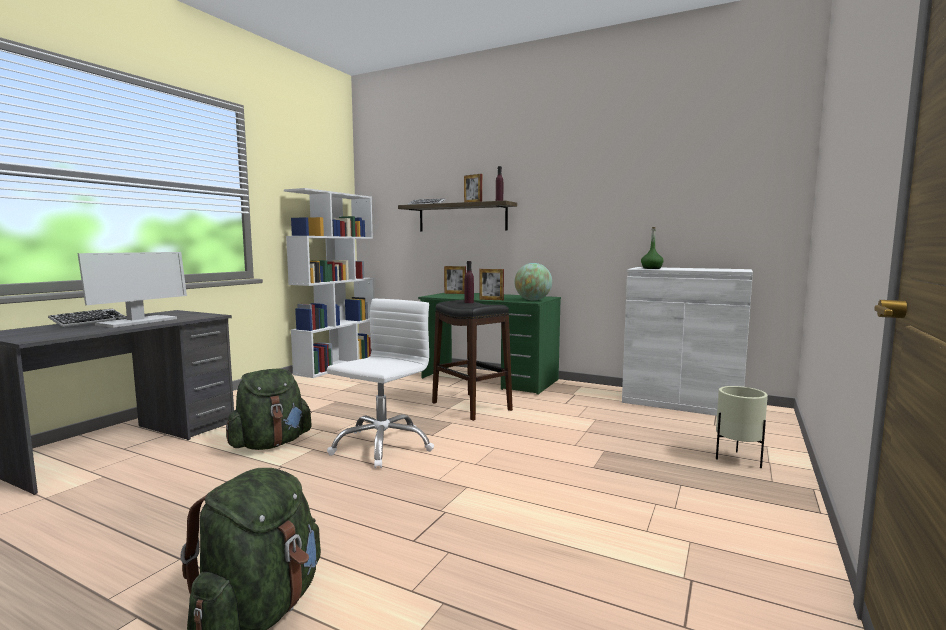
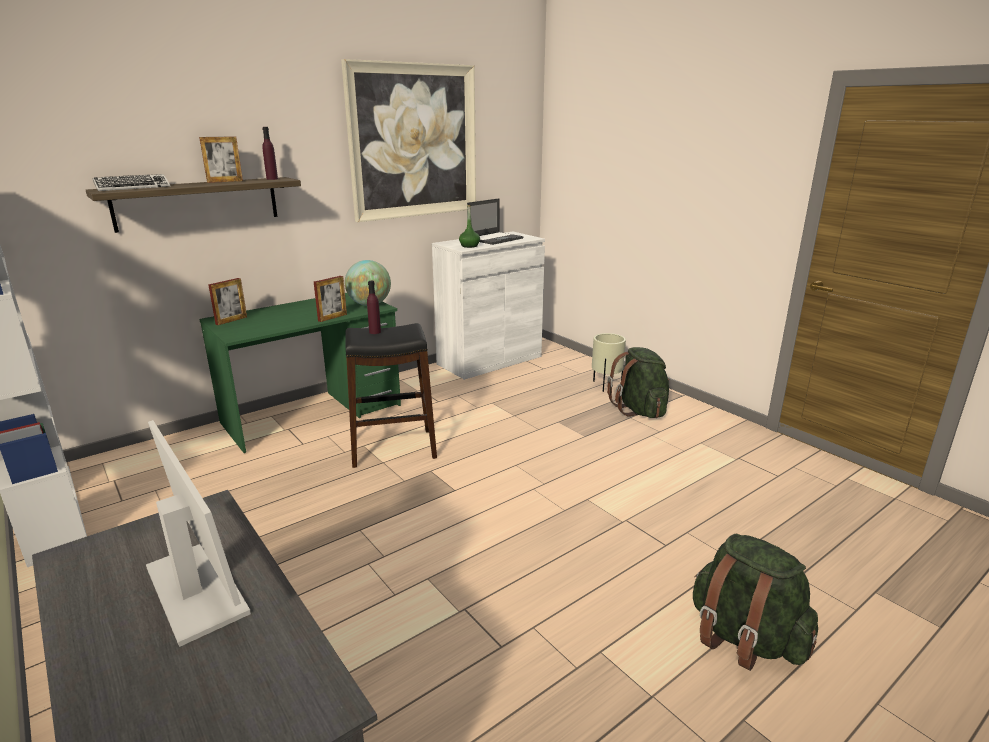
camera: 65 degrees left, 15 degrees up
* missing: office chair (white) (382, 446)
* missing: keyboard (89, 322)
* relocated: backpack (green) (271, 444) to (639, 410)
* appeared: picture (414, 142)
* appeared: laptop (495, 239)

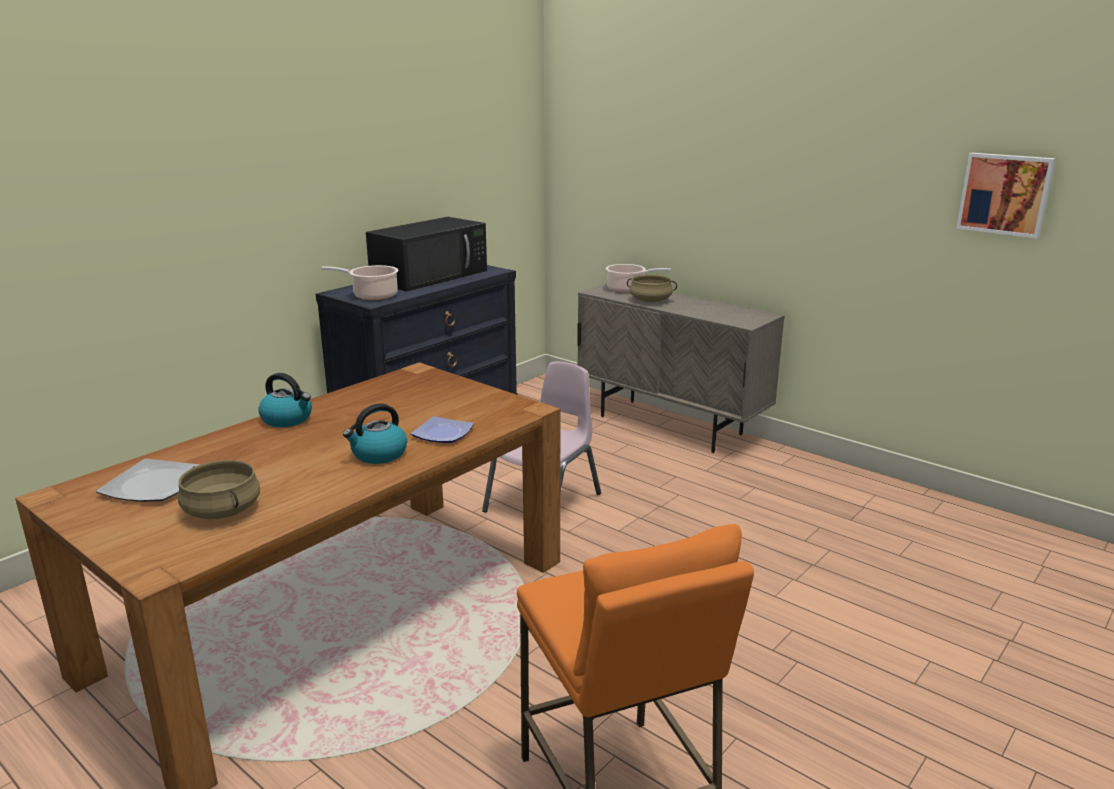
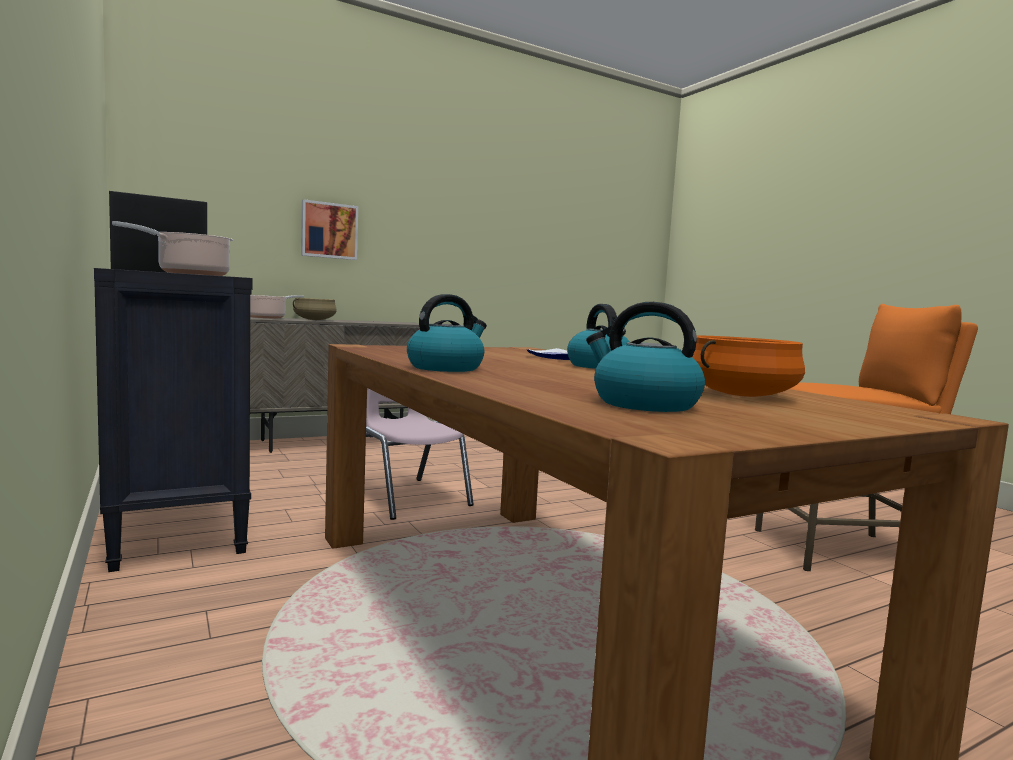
camera: 70 degrees left, 15 degrees down
* relocated: picture (1005, 194) to (329, 230)
* exchanged: plate (153, 485) to kettle (643, 404)
* colour: cooking pot (beige) (221, 511) to cooking pot (orange) (742, 395)

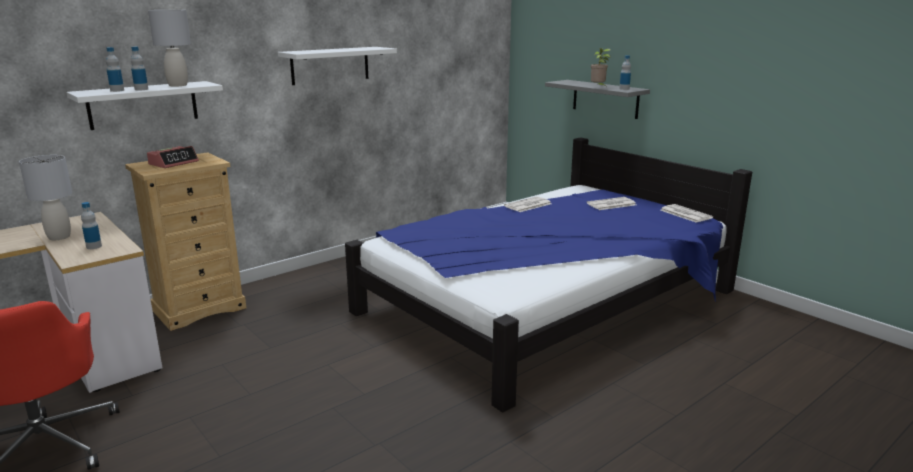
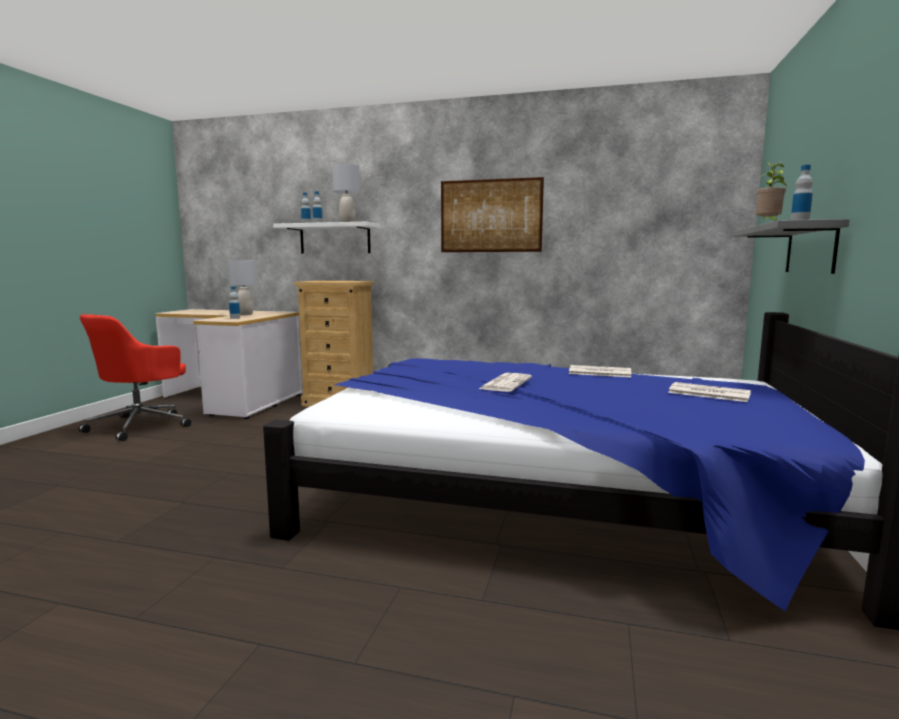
camera: 55 degrees right, 10 degrees down
* exchanged: shelf (white) (330, 65) to picture (490, 216)
* missing: alarm clock (174, 163)
* relocated: newspaper (684, 214) to (505, 383)

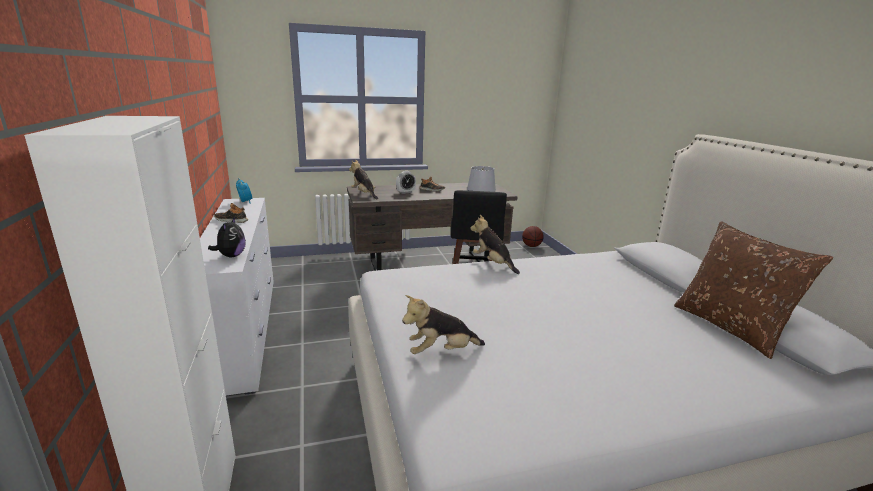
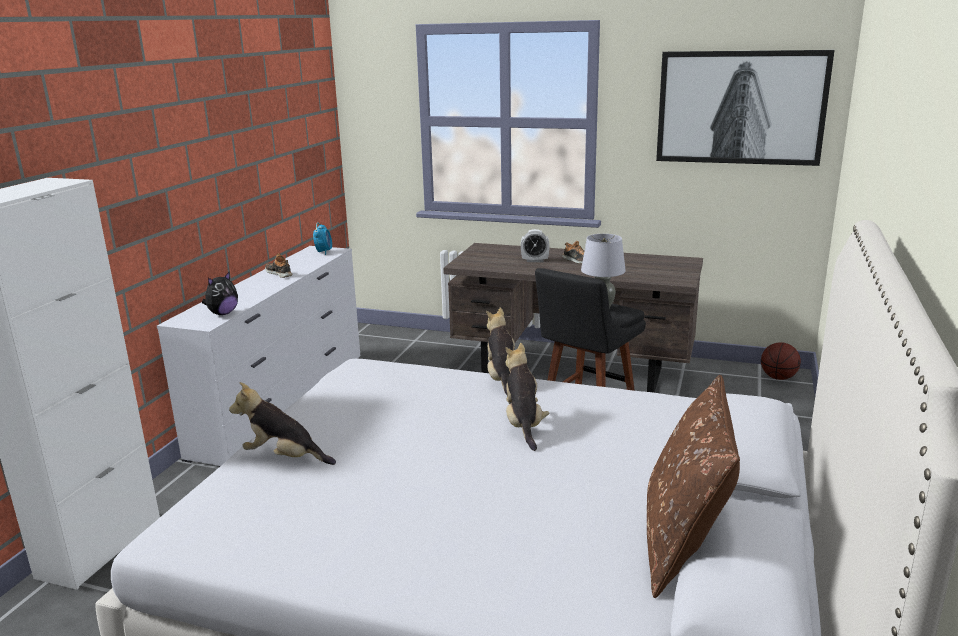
camera: 35 degrees right, 0 degrees up
* relocated: plush toy (364, 194) to (523, 424)
* appeared: picture (740, 108)

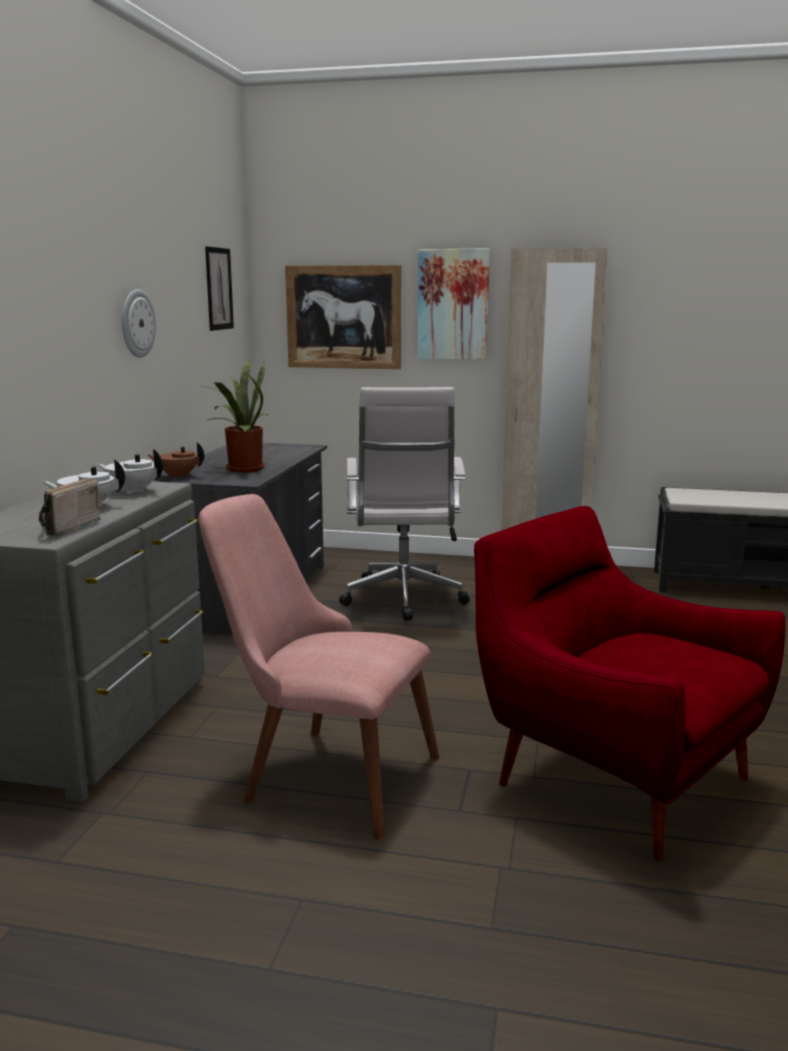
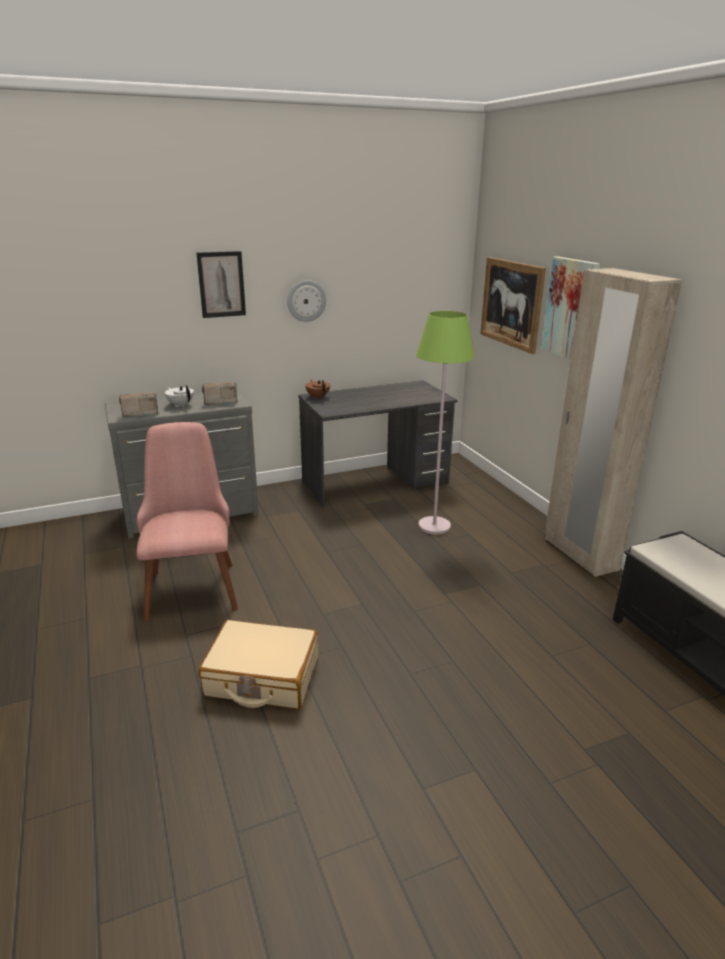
camera: 55 degrees right, 10 degrees up
* relocated: picture (219, 289) to (221, 284)
* missing: potted plant (241, 469)
* exchanged: office chair (white) (403, 600) to floor lamp (green) (434, 526)
* exchanged: teapot (white) (132, 491) to radio (219, 402)
* exchanged: armchair (red) (611, 776) to suitcase (beige) (262, 677)

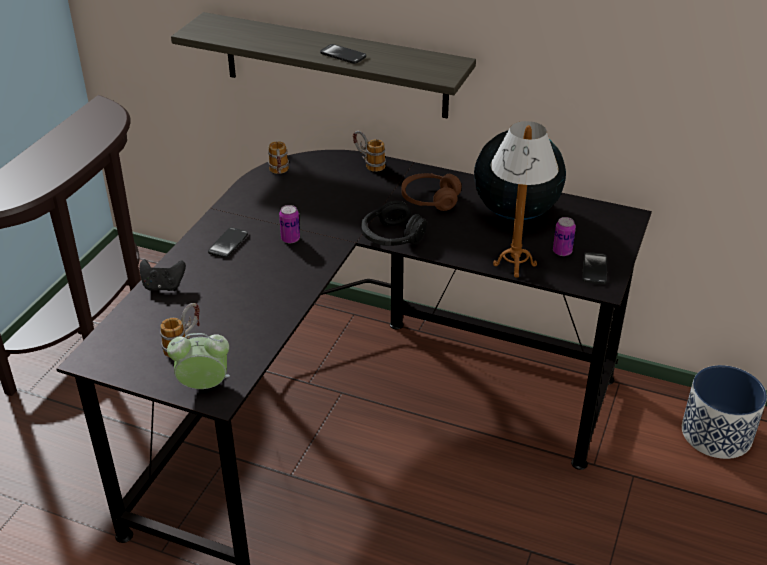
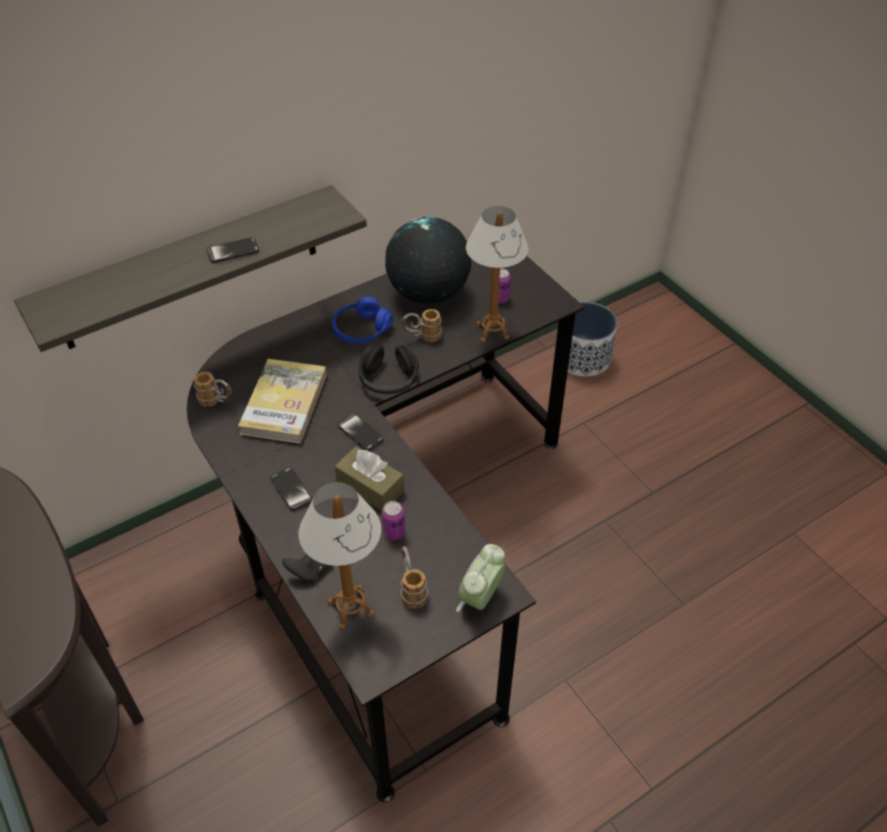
camera: 55 degrees left, 10 degrees up
* relocated: mug (368, 163) to (422, 337)
* colour: headphones (brown) (430, 199) to headphones (blue) (362, 330)
* relocated: can (290, 239) to (394, 532)
* relocated: phone (594, 269) to (360, 433)
* appeared: book (284, 404)
* appeared: tissue box (brown) (370, 487)
* appeared: table lamp (350, 608)

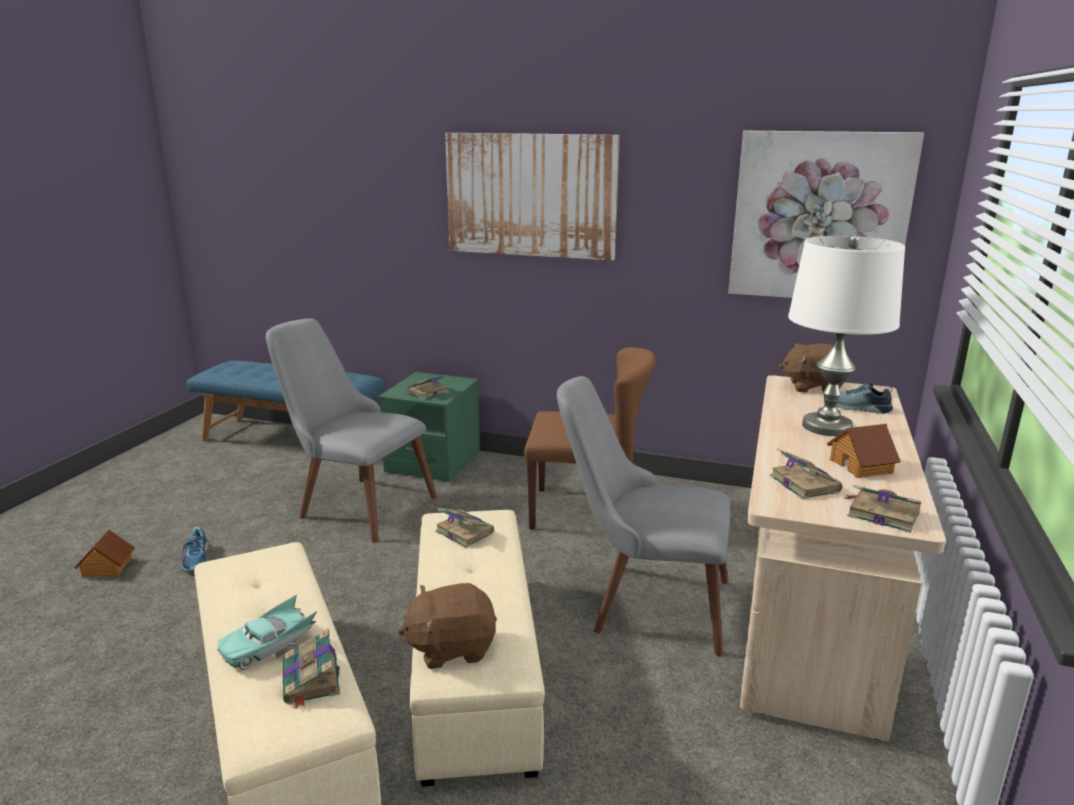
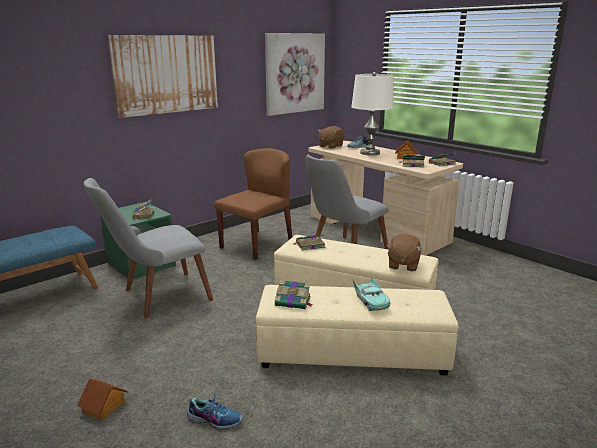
camera: 60 degrees left, 0 degrees up
* relocated: shoe (197, 559) to (215, 419)
* relocated: book (311, 680) to (293, 301)

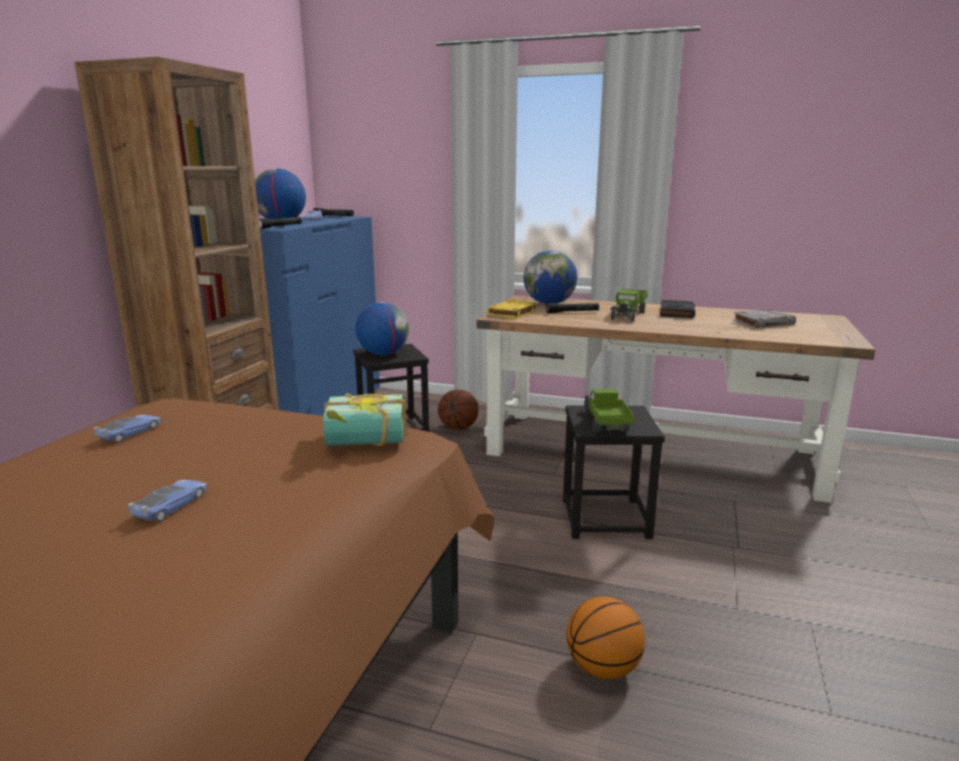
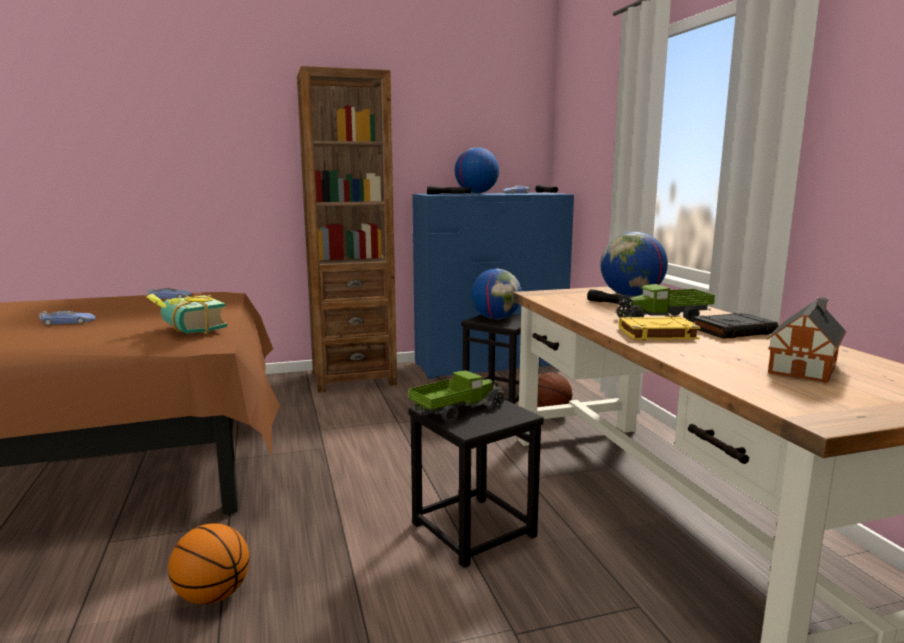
camera: 55 degrees right, 5 degrees down
* relocated: book (yellow) (512, 313) to (656, 334)
* exchanged: book (grey) (763, 323) to toy house (804, 367)

